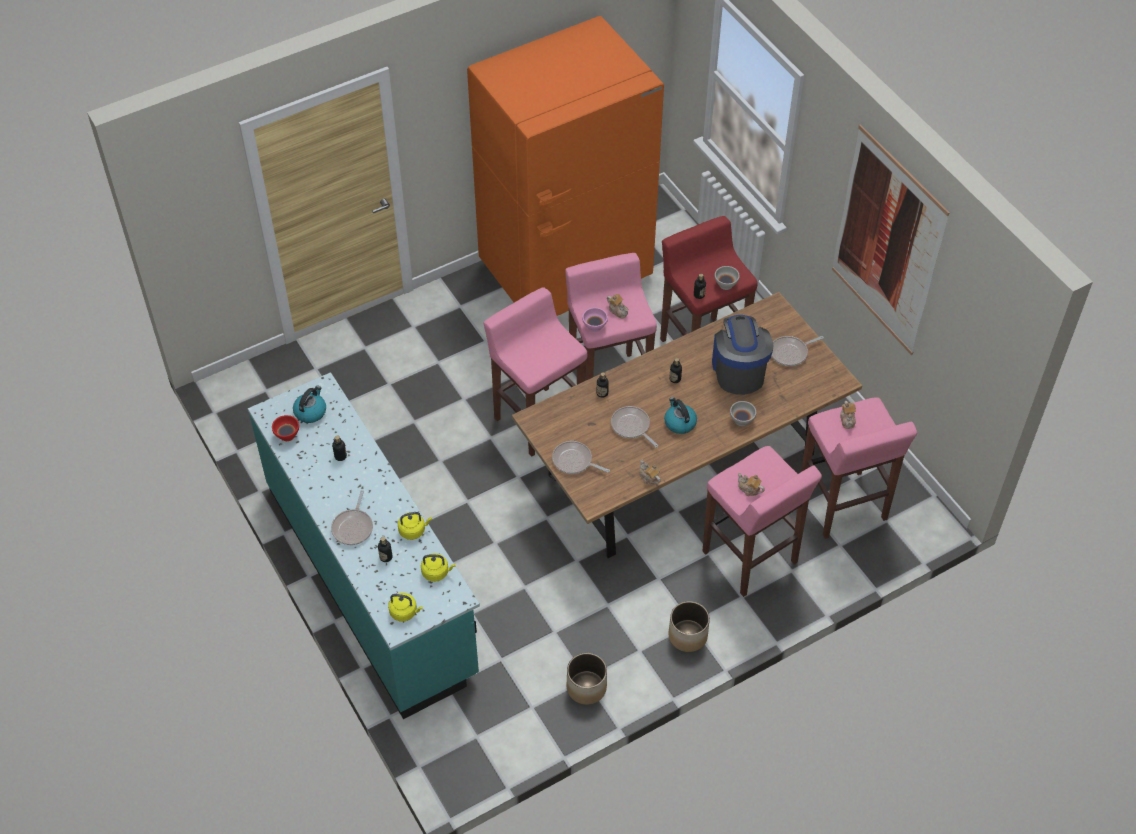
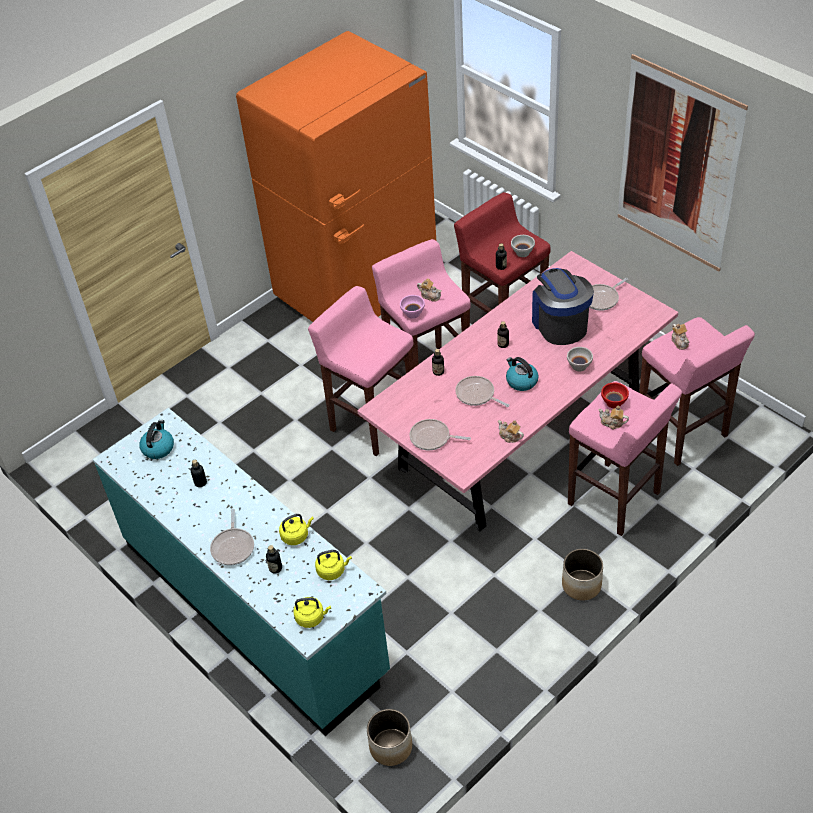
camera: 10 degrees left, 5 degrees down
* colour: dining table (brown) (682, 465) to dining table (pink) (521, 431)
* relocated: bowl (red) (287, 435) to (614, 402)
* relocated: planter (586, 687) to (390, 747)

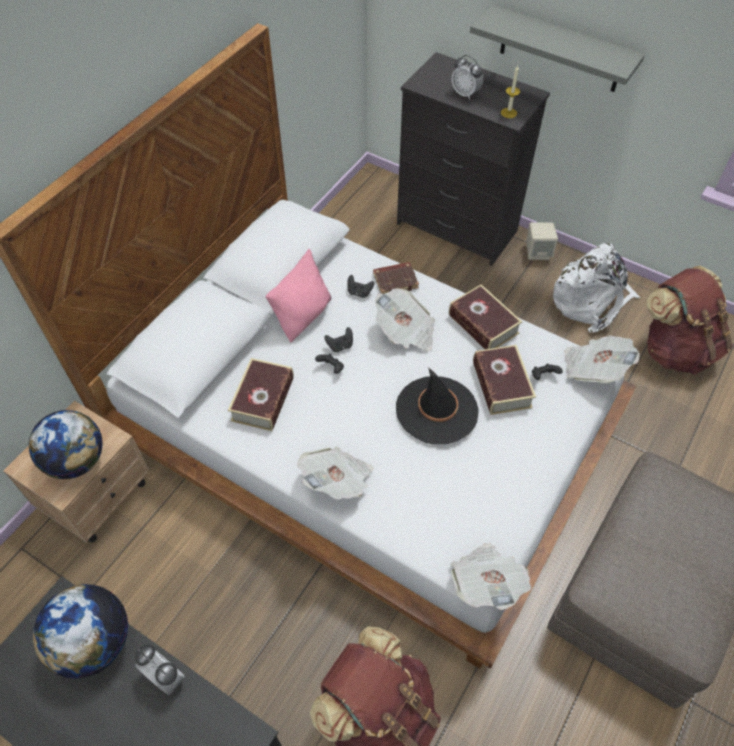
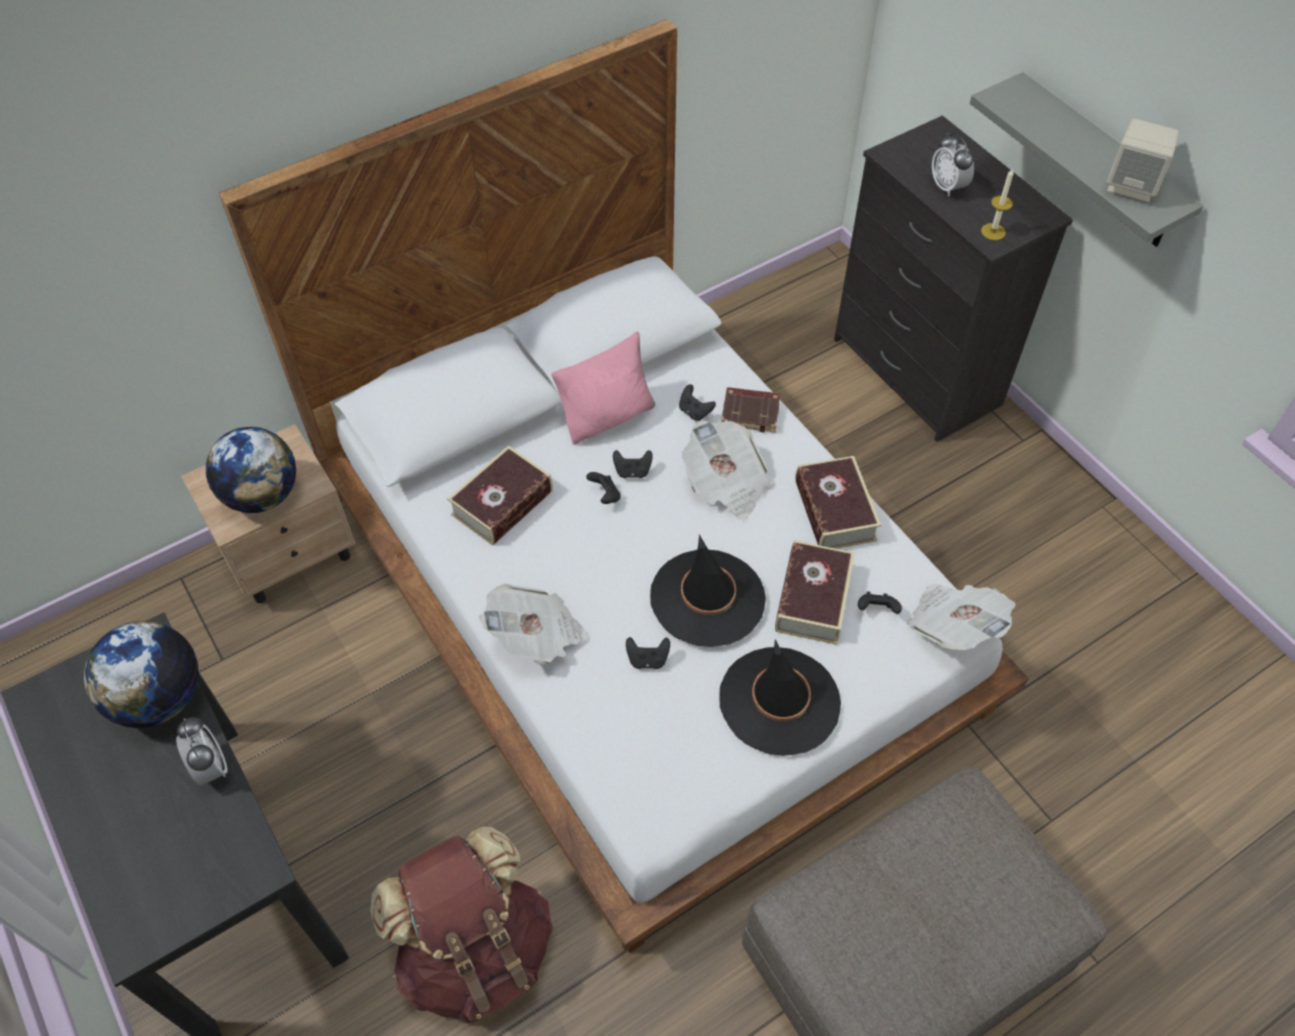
camera: 25 degrees right, 0 degrees up
* relocated: speaker (beige) (538, 252) to (1132, 186)
* missing: backpack (white) (590, 301)
* missing: backpack (brown) (675, 348)
* missing: newspaper (486, 582)
* appeared: game controller (black) (647, 659)
* appeared: hat (black) (779, 701)

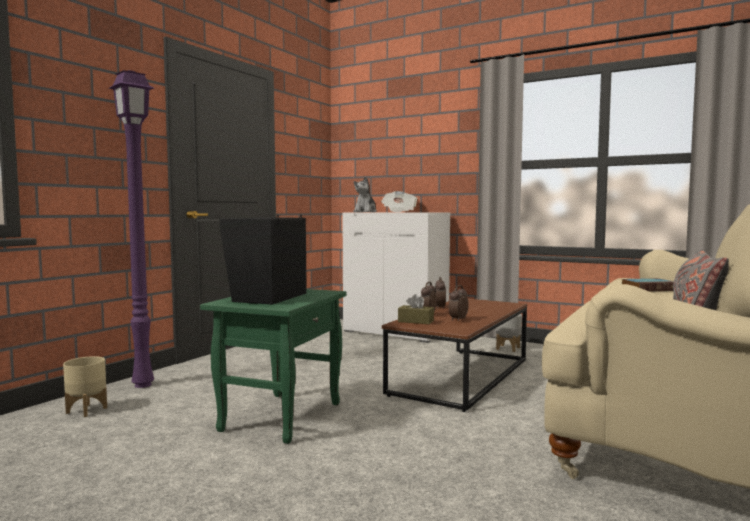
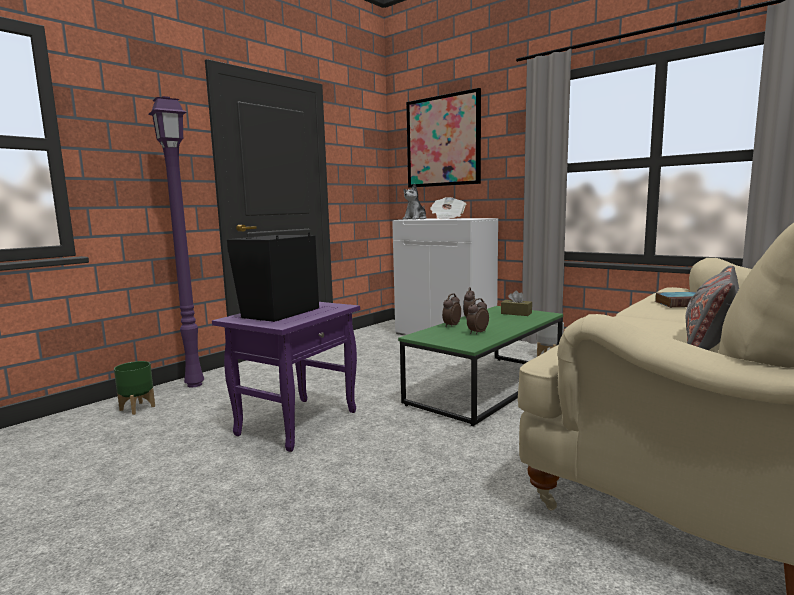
camera: 10 degrees right, 5 degrees up
* colour: side table (green) (281, 416) to side table (purple) (298, 422)
* relocated: tissue box (brown) (416, 321) to (516, 313)
* colour: coffee table (brown) (461, 377) to coffee table (green) (487, 387)
* colour: planter (beige) (87, 410) to planter (green) (138, 408)
* appeared: picture (443, 141)

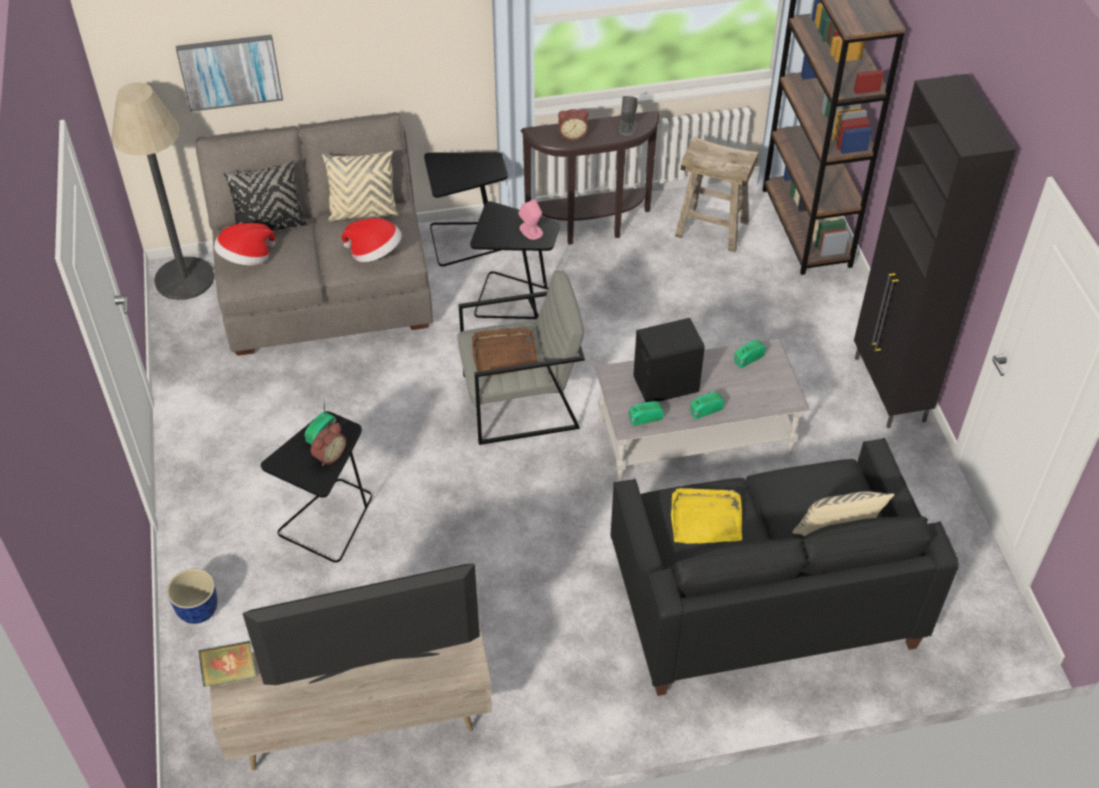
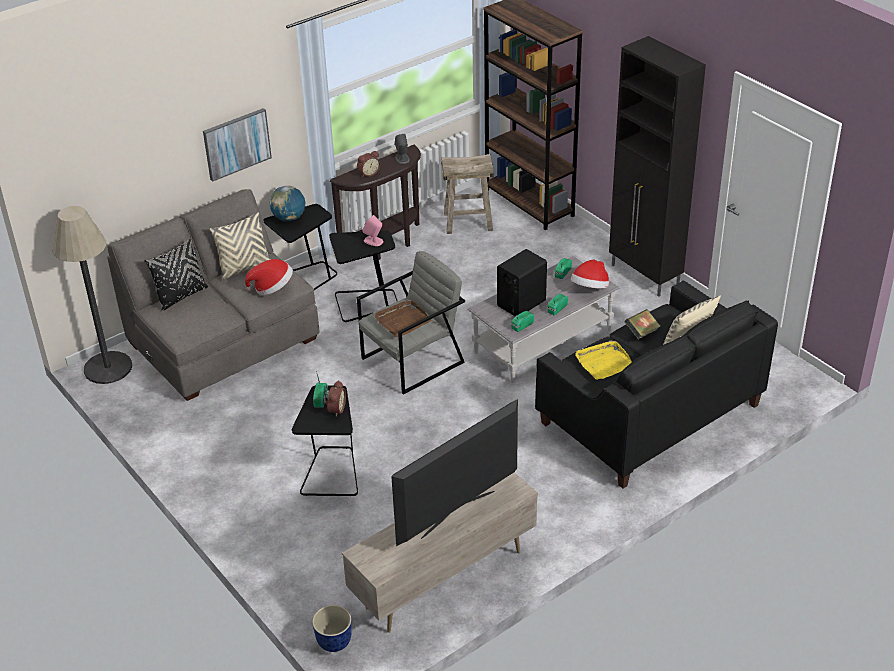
camera: 25 degrees left, 10 degrees down
* relocated: picture (230, 71) to (236, 143)
* relocated: hat (246, 259) to (590, 288)
* relocated: planter (198, 610) to (333, 642)
* relocated: book (230, 673) to (641, 332)
* appeared: globe (289, 218)

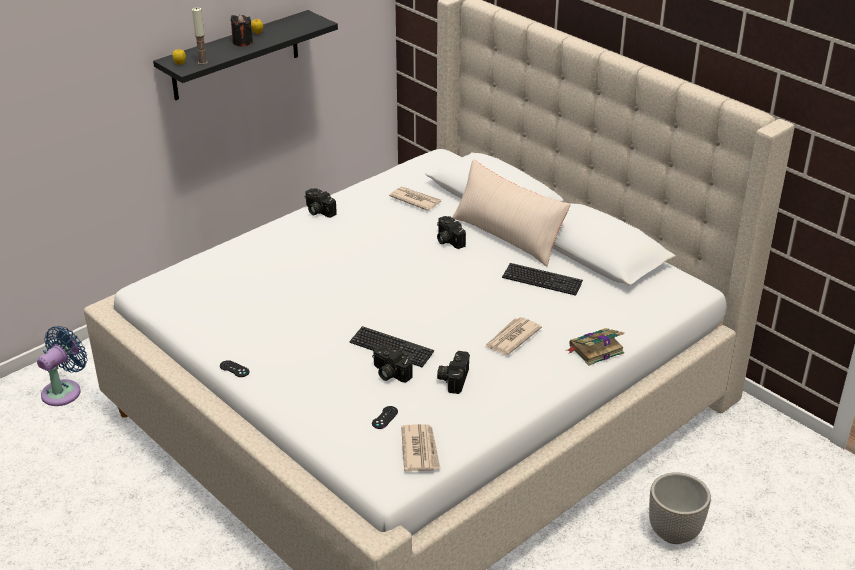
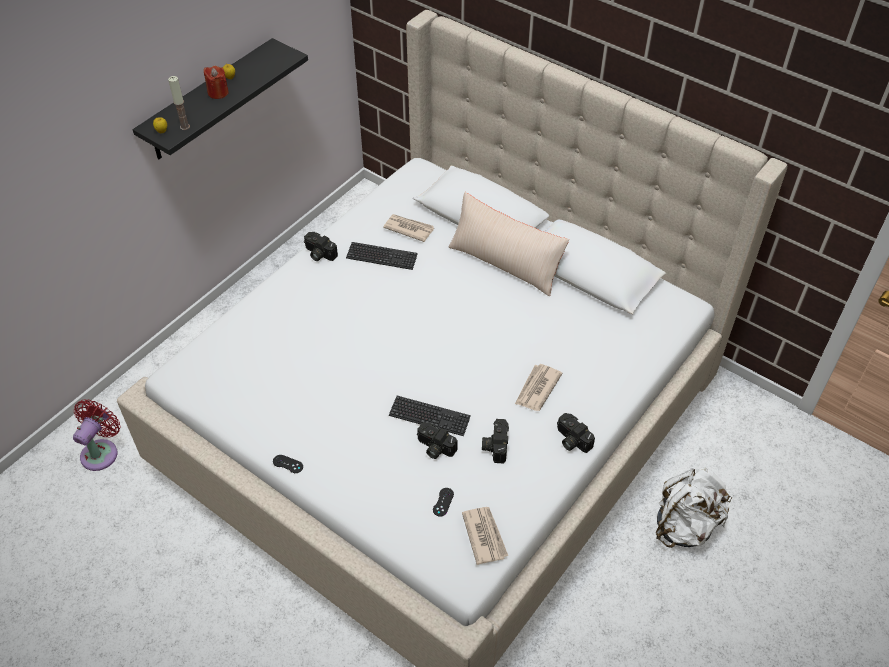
camera: 10 degrees left, 15 degrees up
* colour: candle (black) (242, 42) to candle (red) (218, 92)
* relocated: photo camera (447, 240) to (571, 440)
* relocated: keyboard (542, 280) to (382, 257)
* colour: fan (blue) (64, 391) to fan (red) (101, 451)
* missing: book (595, 350)
* exchanged: planter (674, 532) to backpack (white) (685, 525)

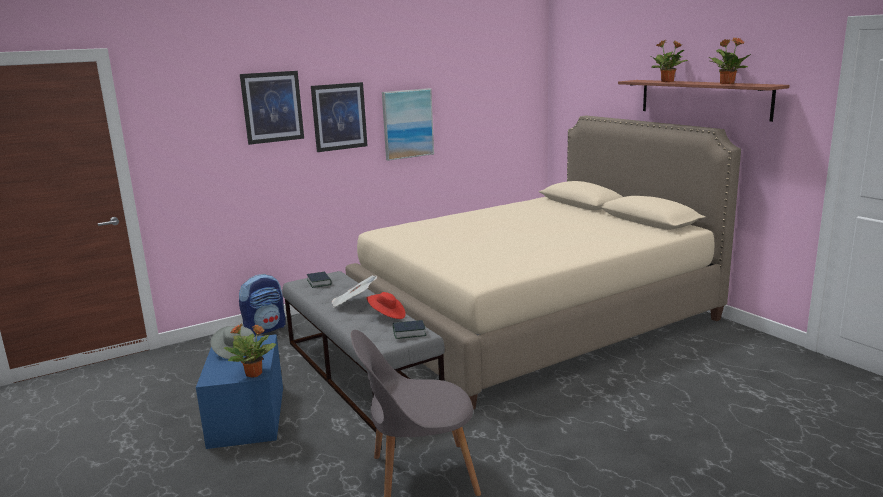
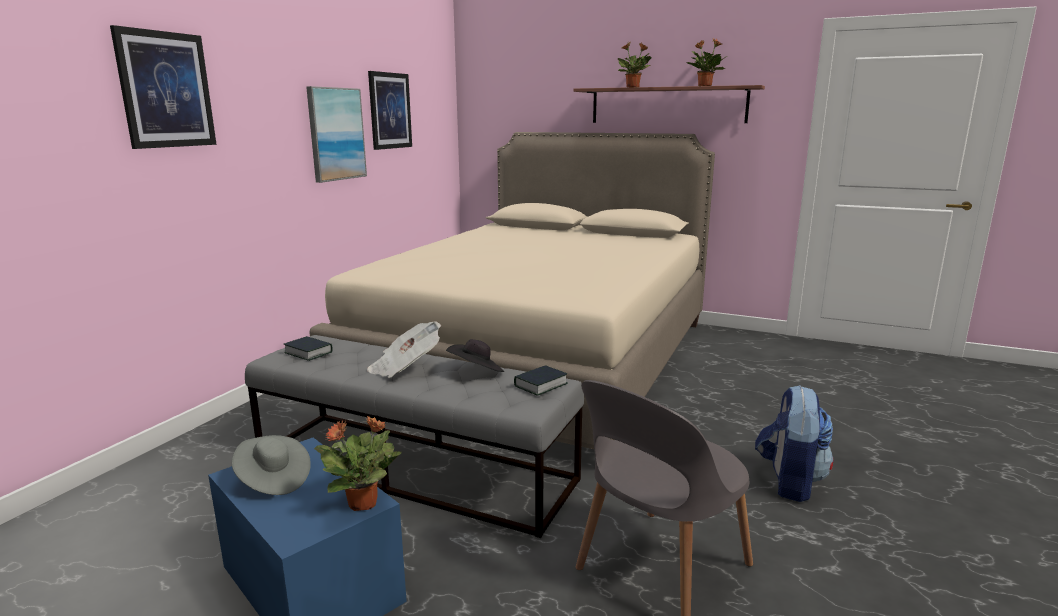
camera: 35 degrees left, 0 degrees up
* relocated: picture (339, 116) to (390, 111)
* relocated: backpack (265, 329) to (789, 481)
* colour: hat (red) (387, 315) to hat (black) (476, 372)

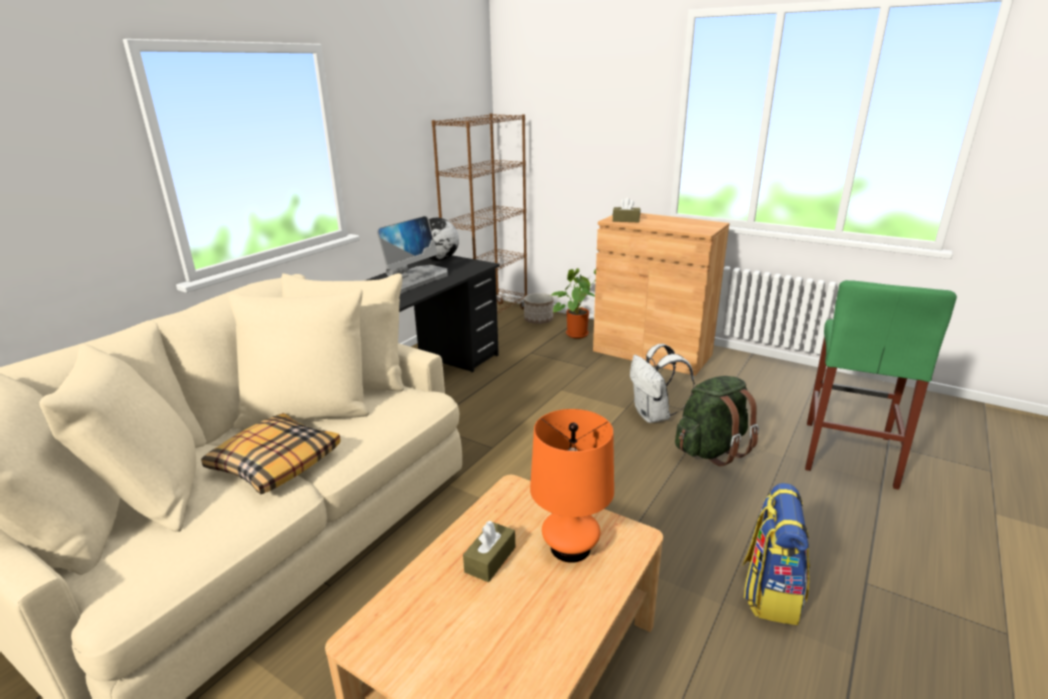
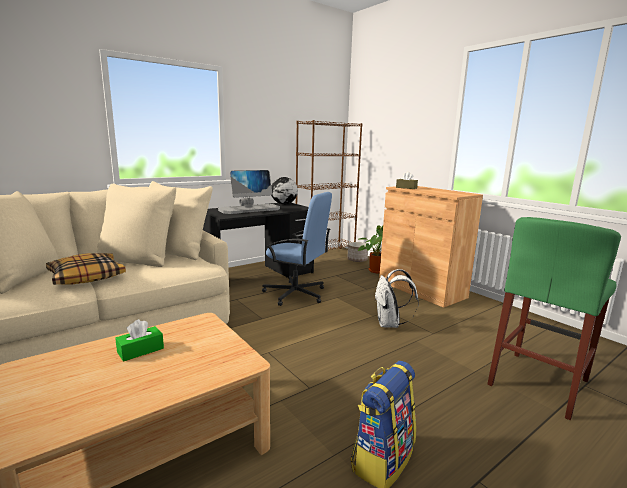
camera: 20 degrees right, 10 degrees down
* missing: backpack (green) (711, 450)
* missing: table lamp (orange) (570, 547)
* colour: tissue box (brown) (490, 559) to tissue box (green) (140, 350)
* appeared: office chair (blue) (296, 294)

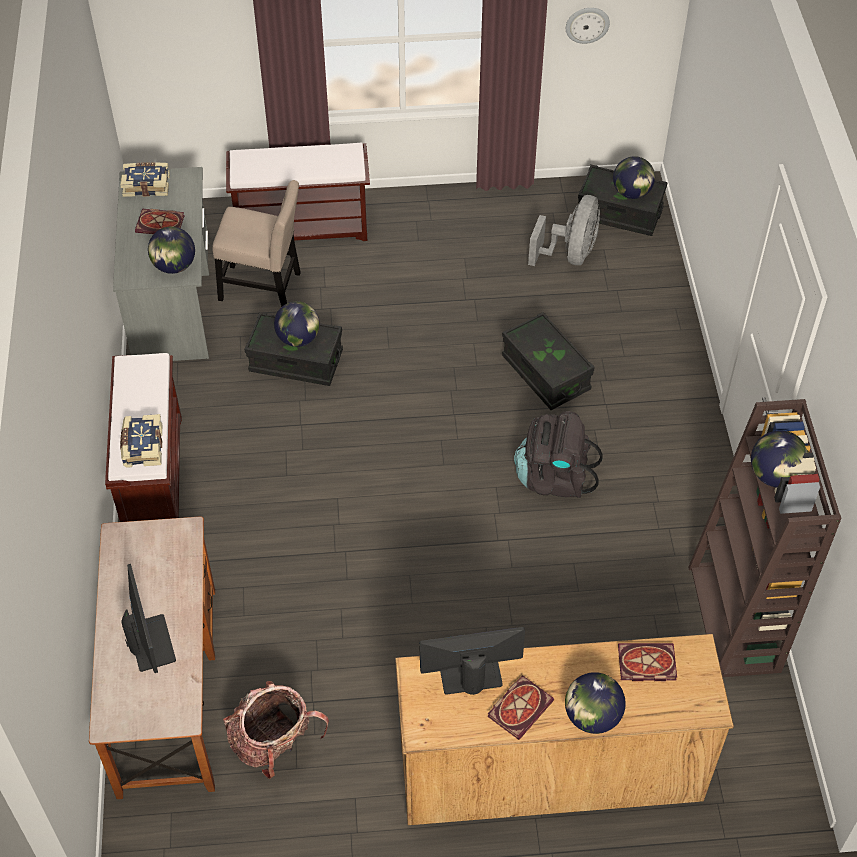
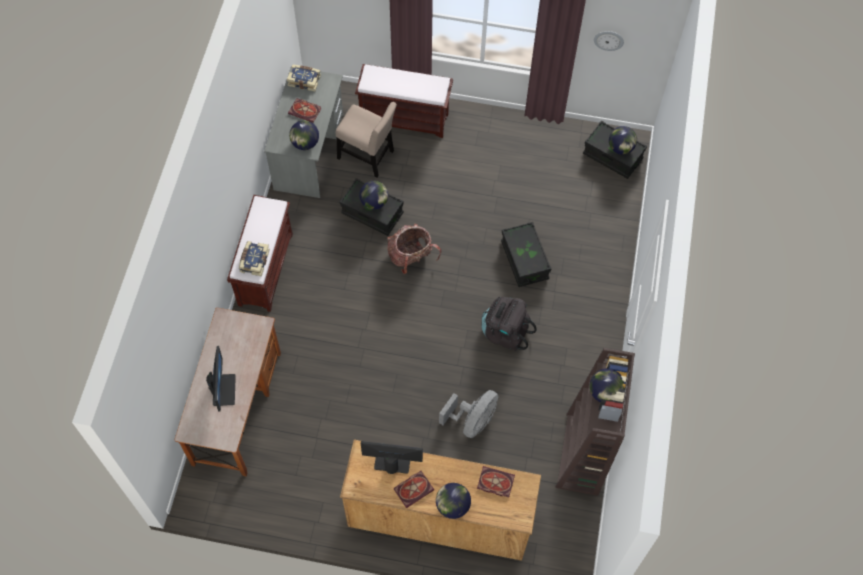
camera: 15 degrees right, 10 degrees up
* relocated: fan (grey) (570, 254) to (472, 421)
* relocated: backpack (274, 743) to (411, 257)

